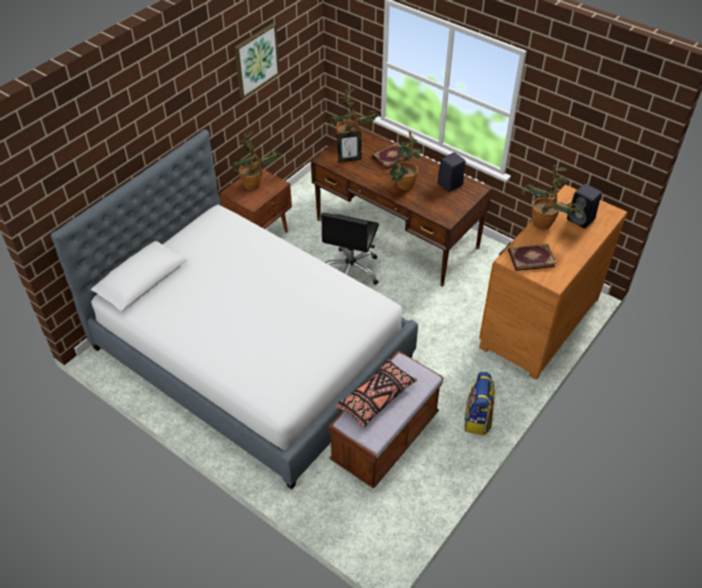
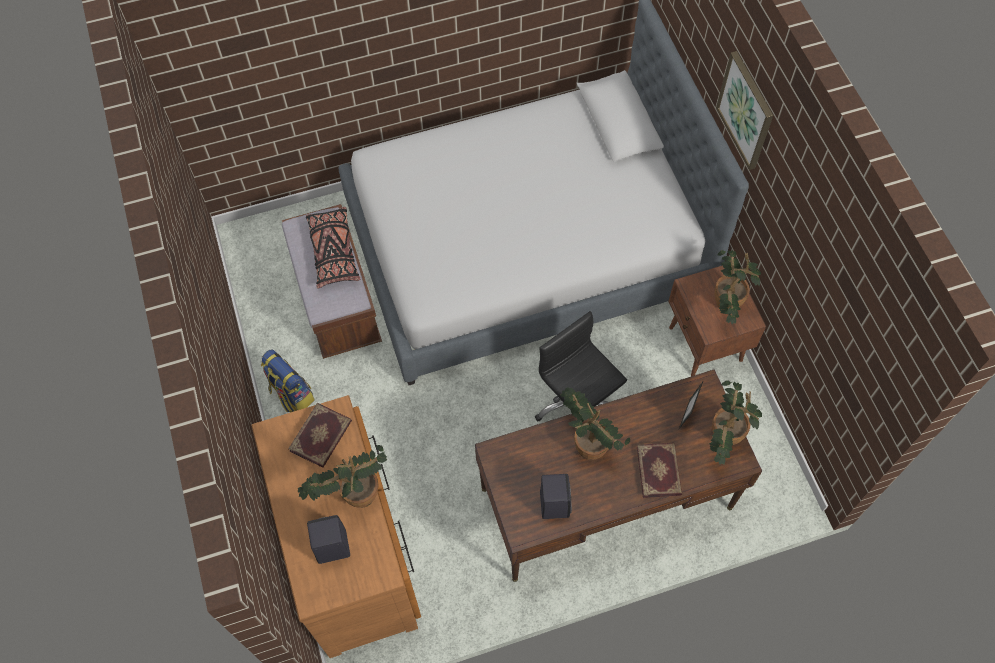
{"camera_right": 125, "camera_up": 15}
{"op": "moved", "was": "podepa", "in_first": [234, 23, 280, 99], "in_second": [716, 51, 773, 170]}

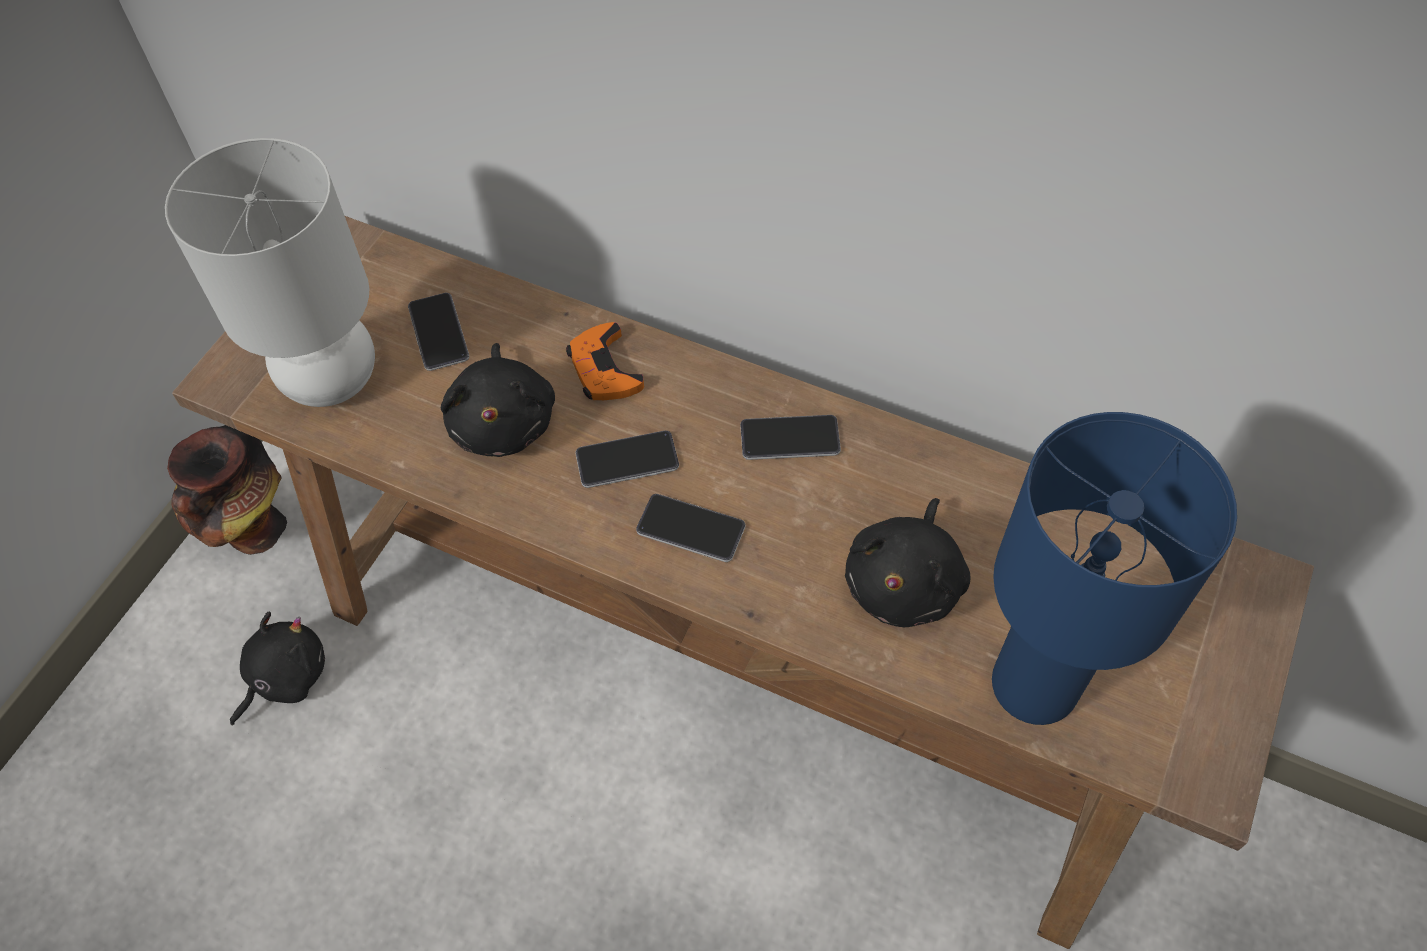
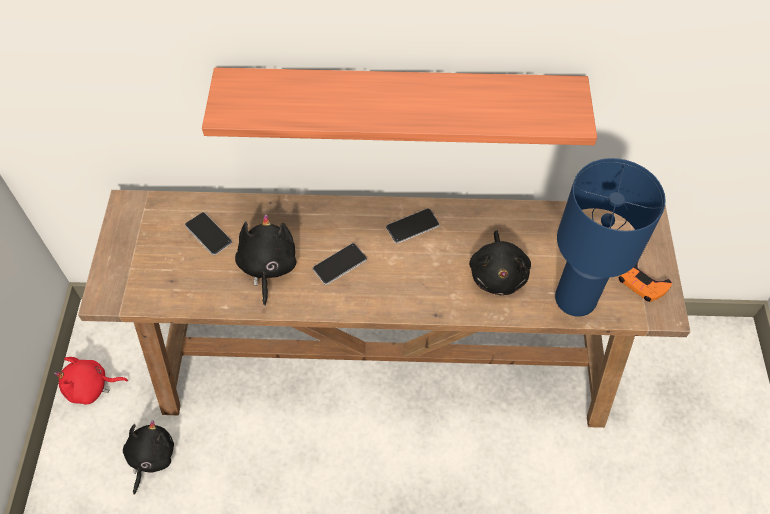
{"camera_right": -25, "camera_up": 0}
{"op": "replaced", "was": "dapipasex", "now": "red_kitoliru", "in_first": [167, 425, 287, 555], "in_second": [54, 357, 128, 405]}
{"op": "added", "now": "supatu", "in_second": [202, 67, 597, 145]}
{"op": "turned", "was": "black_kitoliru", "in_first": [441, 343, 555, 457], "in_second": [235, 214, 297, 306], "clockwise": -150}
{"op": "moved", "was": "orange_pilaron", "in_first": [566, 322, 644, 400], "in_second": [619, 263, 672, 302]}
{"op": "removed", "was": "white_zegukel", "in_first": [165, 138, 375, 407]}
{"op": "removed", "was": "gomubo", "in_first": [636, 494, 746, 562]}

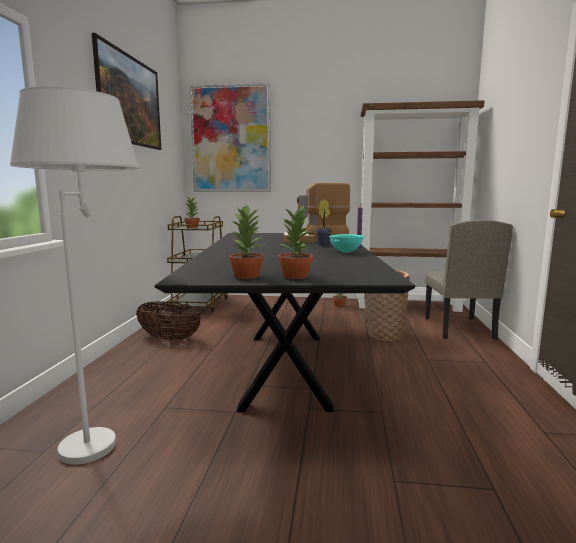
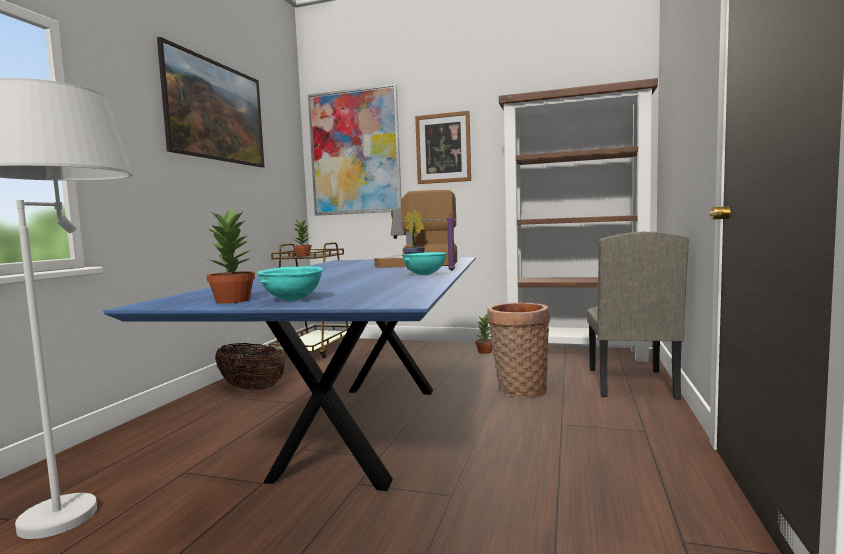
{"camera_right": 10, "camera_up": -5}
{"op": "recoloured", "was": "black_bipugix", "now": "blue_bipugix", "in_first": [155, 233, 415, 412], "in_second": [103, 257, 476, 491]}
{"op": "replaced", "was": "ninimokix", "now": "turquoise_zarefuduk", "in_first": [278, 204, 313, 279], "in_second": [257, 266, 323, 301]}
{"op": "added", "now": "podepa", "in_second": [415, 111, 471, 184]}

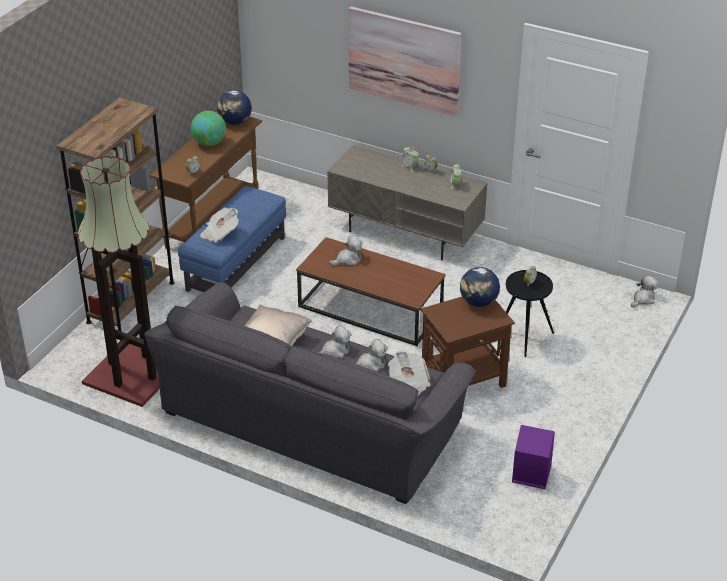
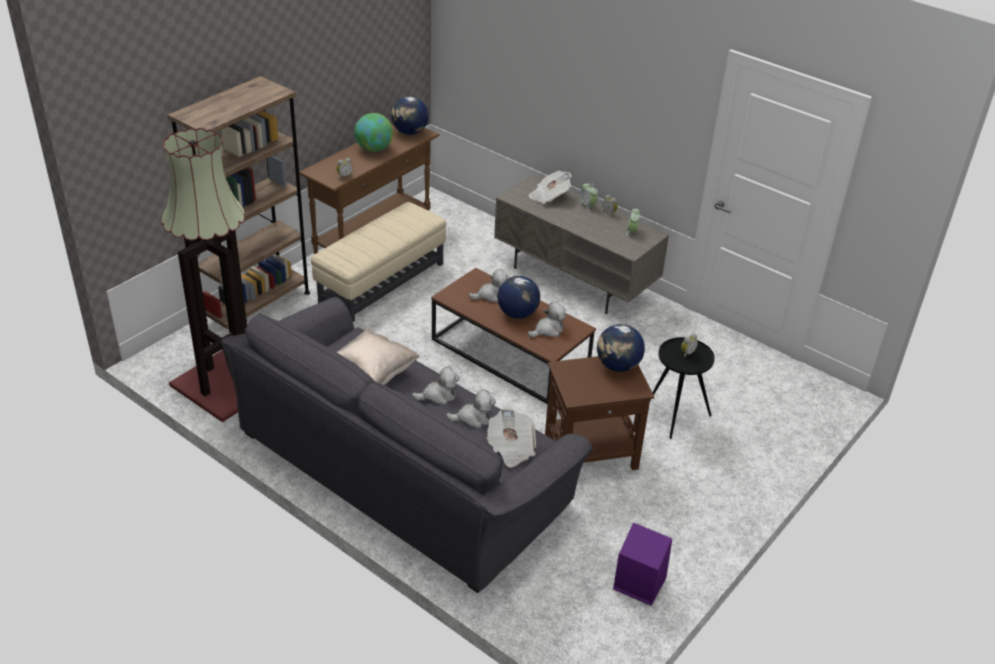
{"camera_right": 10, "camera_up": 0}
{"op": "recoloured", "was": "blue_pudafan", "now": "beige_pudafan", "in_first": [178, 186, 286, 292], "in_second": [311, 202, 446, 322]}
{"op": "added", "now": "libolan", "in_second": [498, 276, 540, 319]}
{"op": "moved", "was": "kitoliru", "in_first": [631, 275, 658, 308], "in_second": [528, 302, 566, 337]}
{"op": "moved", "was": "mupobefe", "in_first": [200, 207, 239, 243], "in_second": [529, 171, 572, 204]}
{"op": "removed", "was": "podepa", "in_first": [349, 6, 462, 116]}

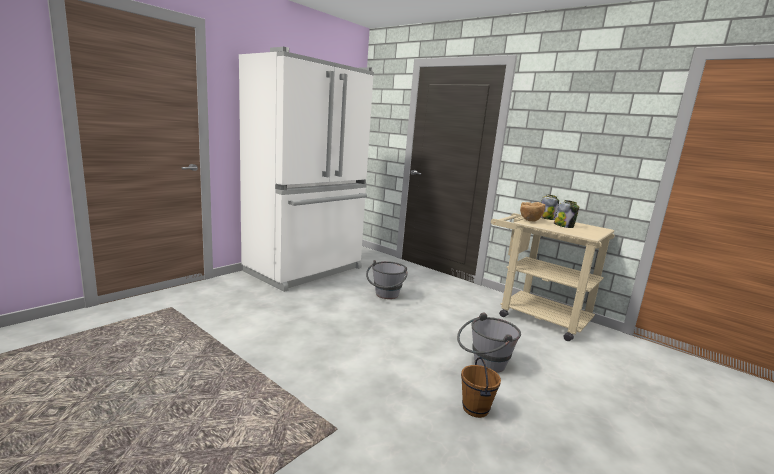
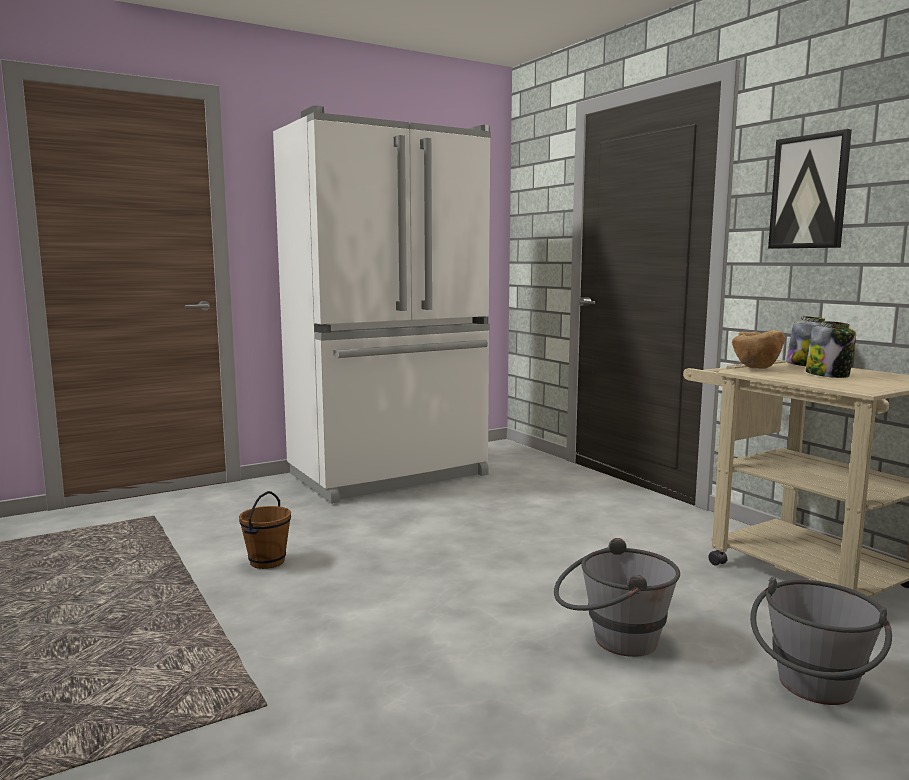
{"camera_right": 20, "camera_up": -5}
{"op": "moved", "was": "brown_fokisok", "in_first": [461, 357, 501, 418], "in_second": [239, 491, 291, 569]}
{"op": "moved", "was": "grey_fokisok", "in_first": [366, 260, 407, 299], "in_second": [750, 577, 892, 705]}
{"op": "added", "now": "podepa", "in_second": [768, 129, 852, 249]}

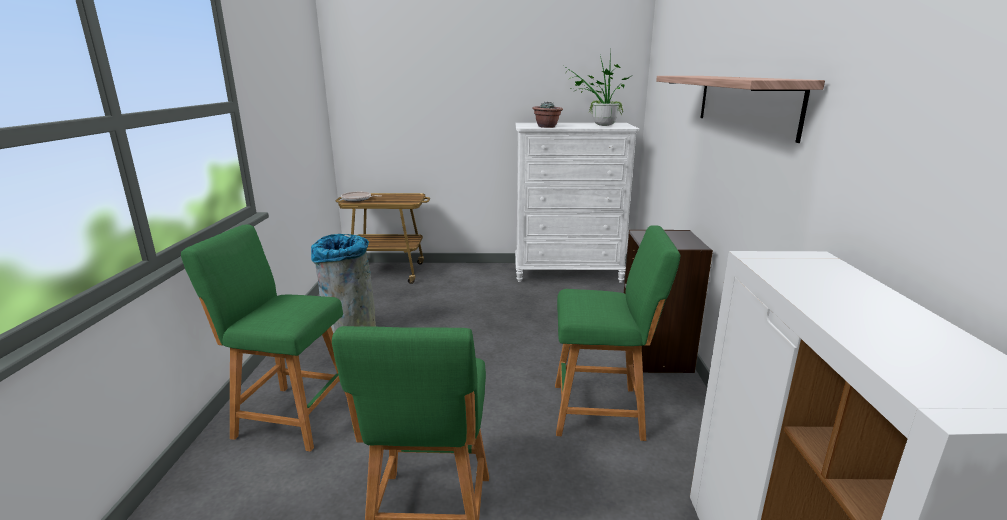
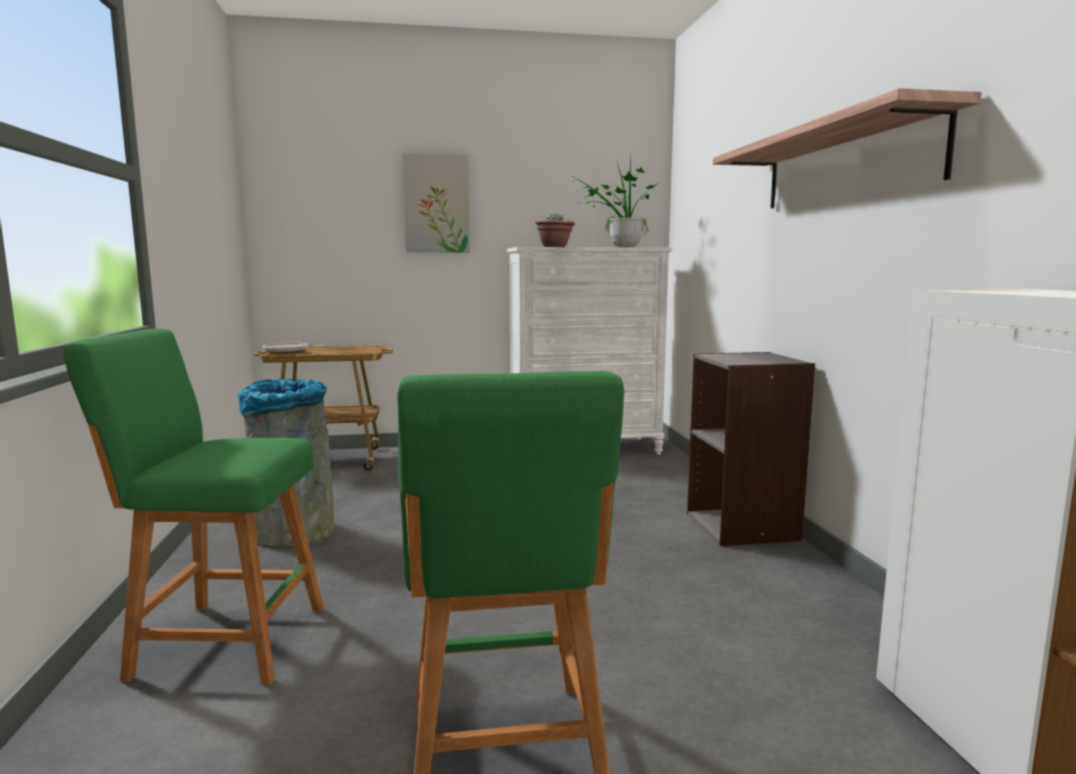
{"camera_right": -10, "camera_up": -10}
{"op": "added", "now": "podepa", "in_second": [403, 153, 470, 253]}
{"op": "removed", "was": "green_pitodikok", "in_first": [555, 225, 680, 441]}

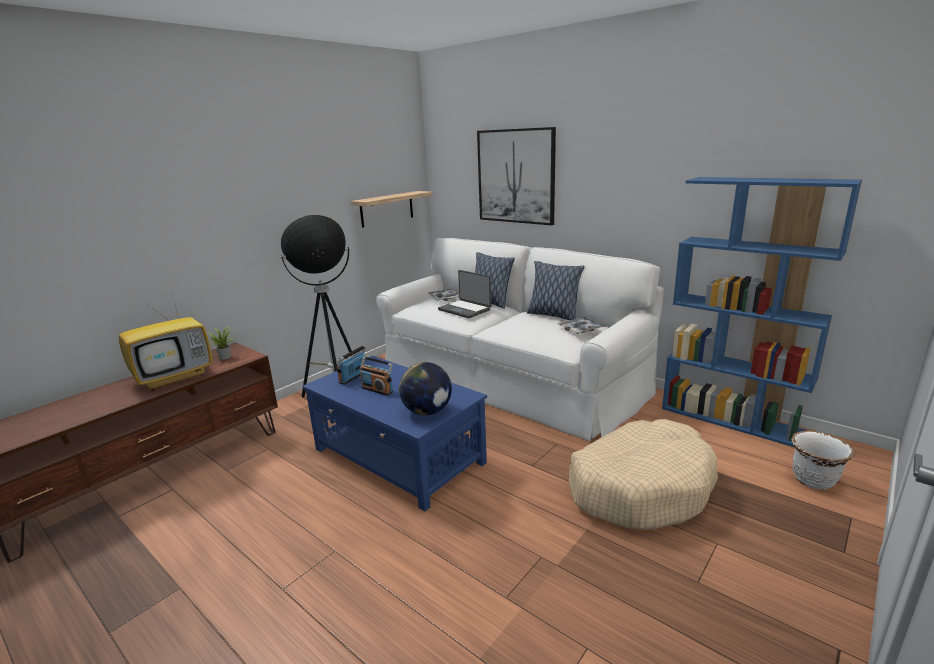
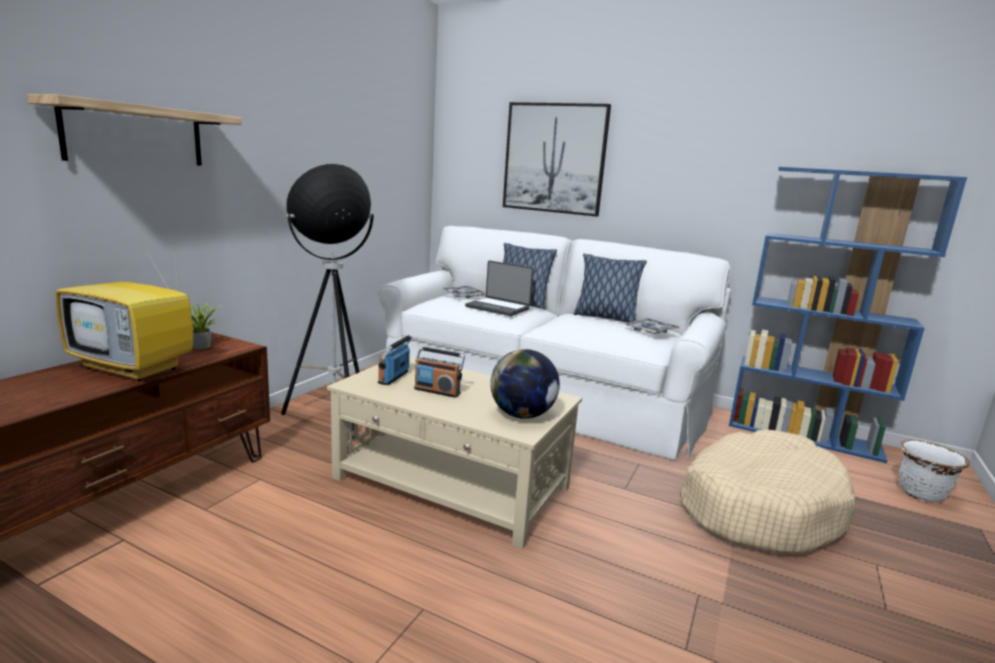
{"camera_right": -15, "camera_up": -5}
{"op": "moved", "was": "supatu", "in_first": [351, 191, 433, 228], "in_second": [27, 94, 242, 166]}
{"op": "turned", "was": "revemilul", "in_first": [119, 286, 212, 390], "in_second": [56, 228, 193, 382], "clockwise": 75}
{"op": "recoloured", "was": "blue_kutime", "now": "beige_kutime", "in_first": [302, 355, 487, 511], "in_second": [327, 356, 582, 549]}

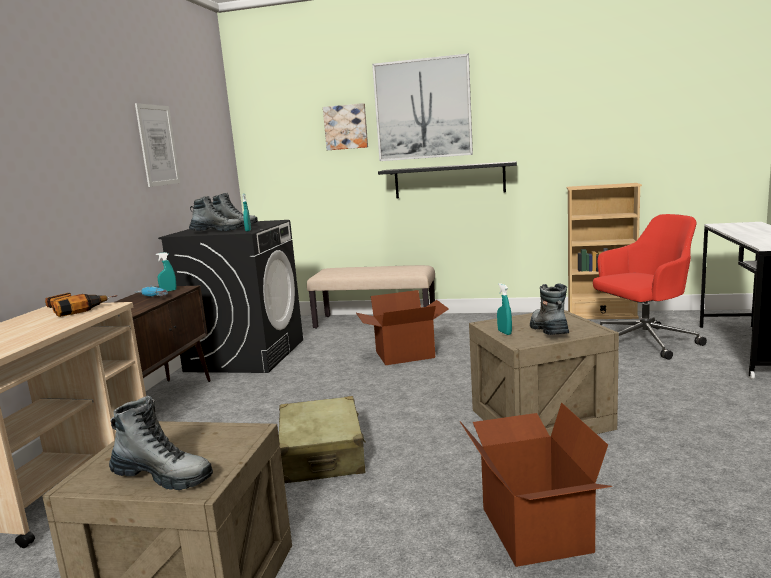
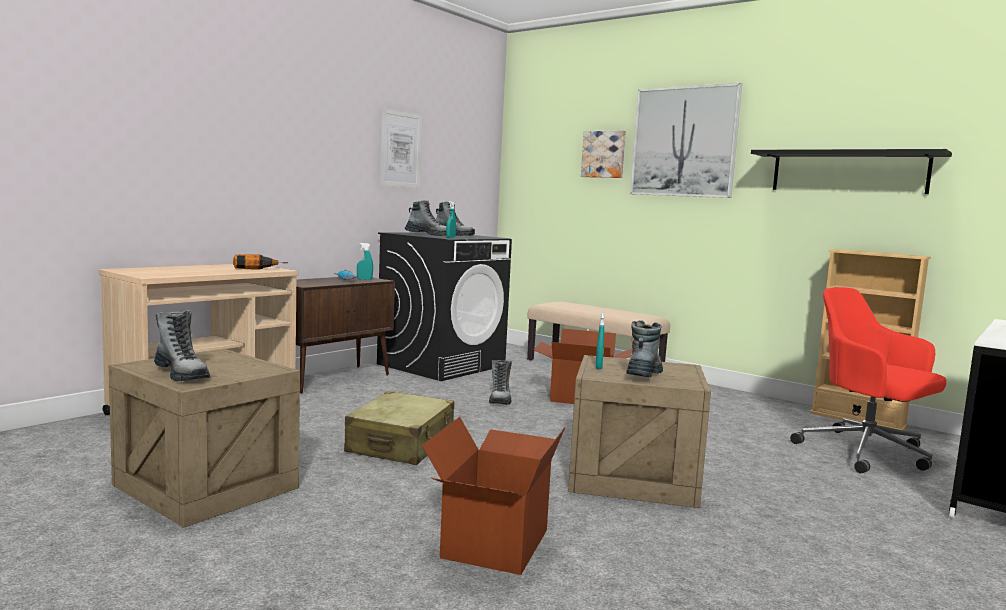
{"camera_right": 25, "camera_up": -5}
{"op": "added", "now": "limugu", "in_second": [489, 360, 512, 405]}
{"op": "moved", "was": "black_supatu", "in_first": [378, 161, 517, 198], "in_second": [751, 149, 952, 194]}
{"op": "turned", "was": "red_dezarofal", "in_first": [593, 214, 707, 360], "in_second": [790, 287, 946, 473], "clockwise": -135}

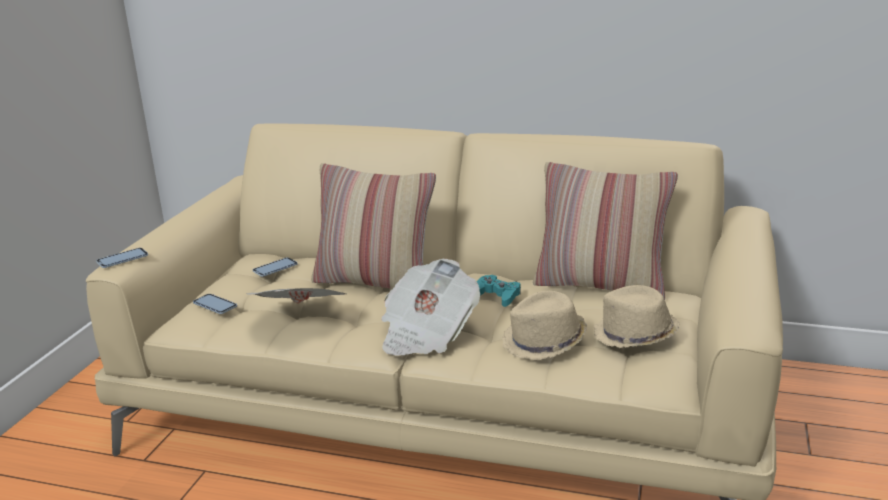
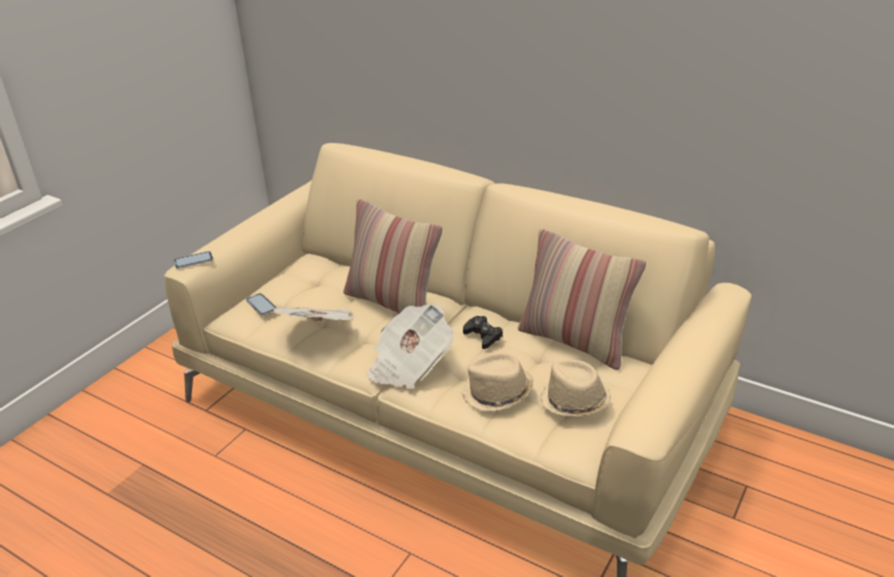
{"camera_right": 15, "camera_up": 10}
{"op": "recoloured", "was": "turquoise_pilaron", "now": "black_pilaron", "in_first": [477, 275, 521, 307], "in_second": [463, 316, 503, 349]}
{"op": "removed", "was": "gomubo", "in_first": [253, 257, 297, 277]}

